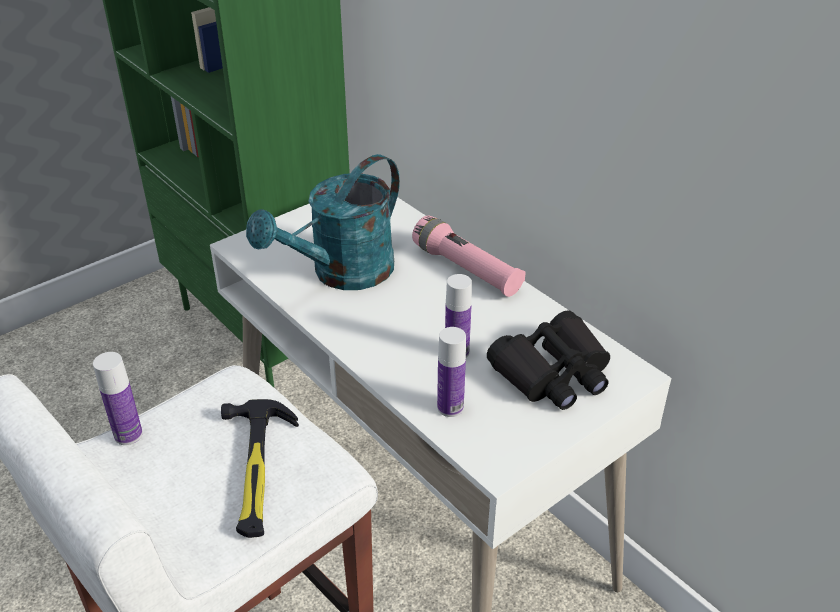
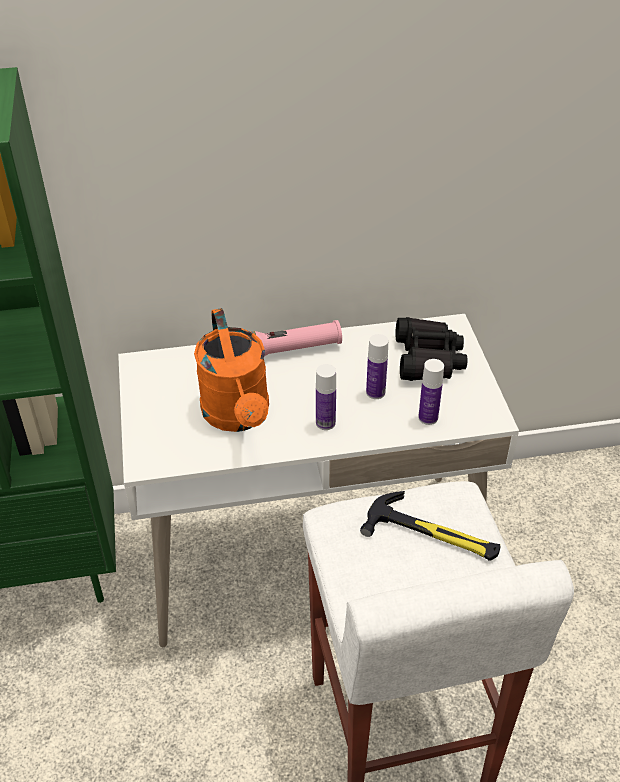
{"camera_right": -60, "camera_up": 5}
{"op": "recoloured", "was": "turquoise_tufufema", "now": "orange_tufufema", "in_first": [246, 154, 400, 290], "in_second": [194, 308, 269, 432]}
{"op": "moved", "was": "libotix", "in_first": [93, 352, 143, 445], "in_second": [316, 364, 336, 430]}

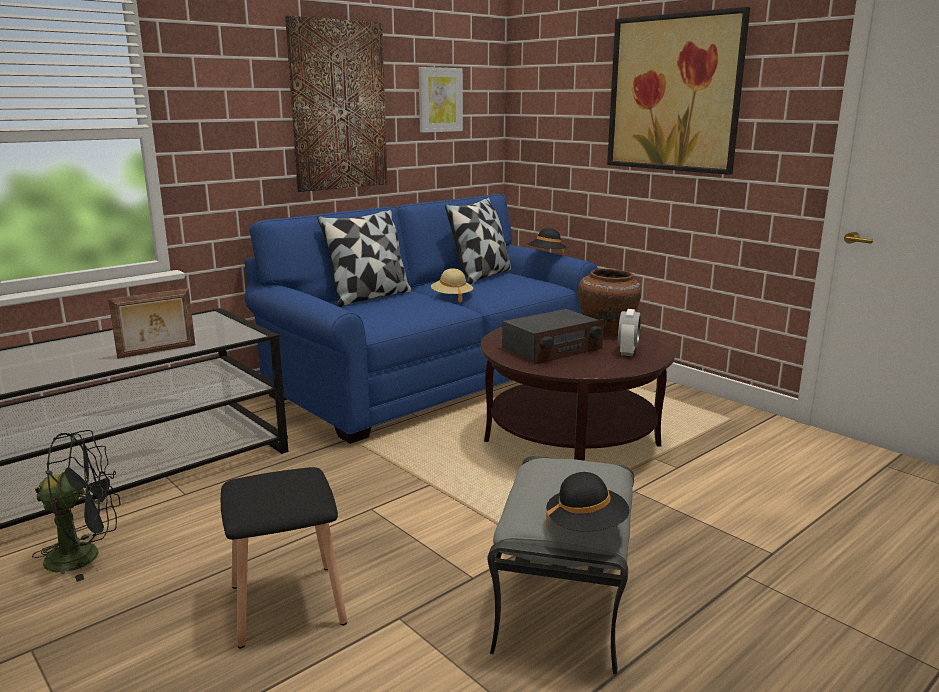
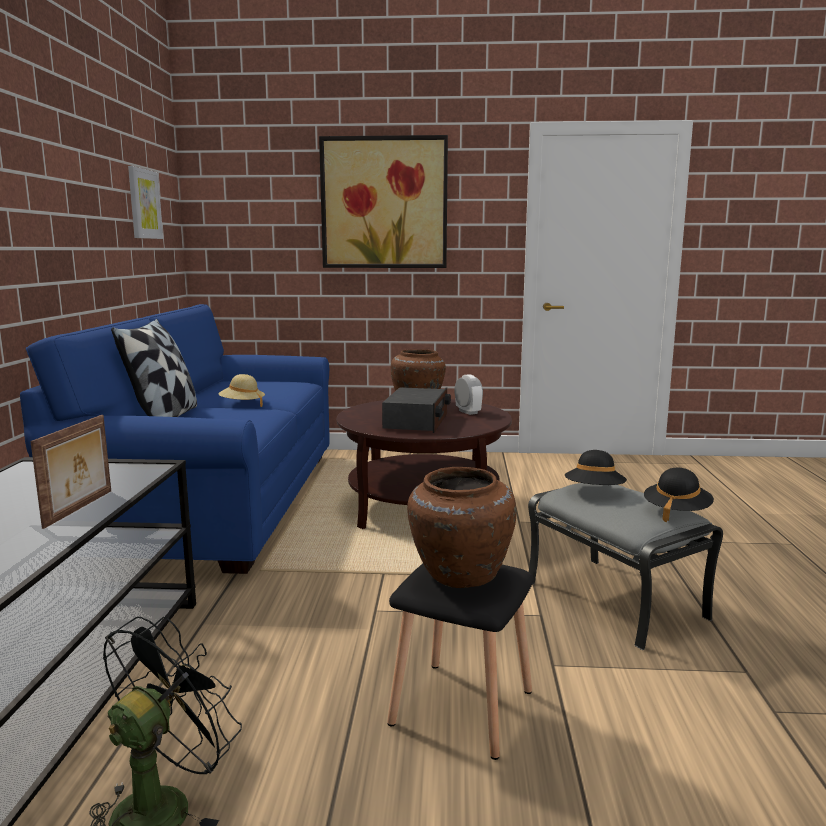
{"camera_right": -45, "camera_up": -5}
{"op": "added", "now": "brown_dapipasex", "in_second": [407, 467, 516, 588]}
{"op": "moved", "was": "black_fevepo", "in_first": [528, 228, 566, 254], "in_second": [565, 450, 627, 485]}
{"op": "removed", "was": "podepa", "in_first": [285, 16, 388, 192]}
{"op": "removed", "was": "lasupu", "in_first": [445, 197, 511, 284]}

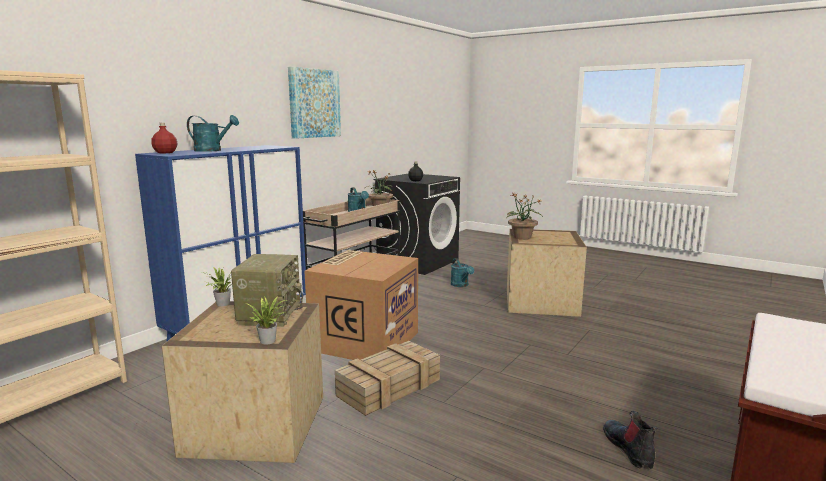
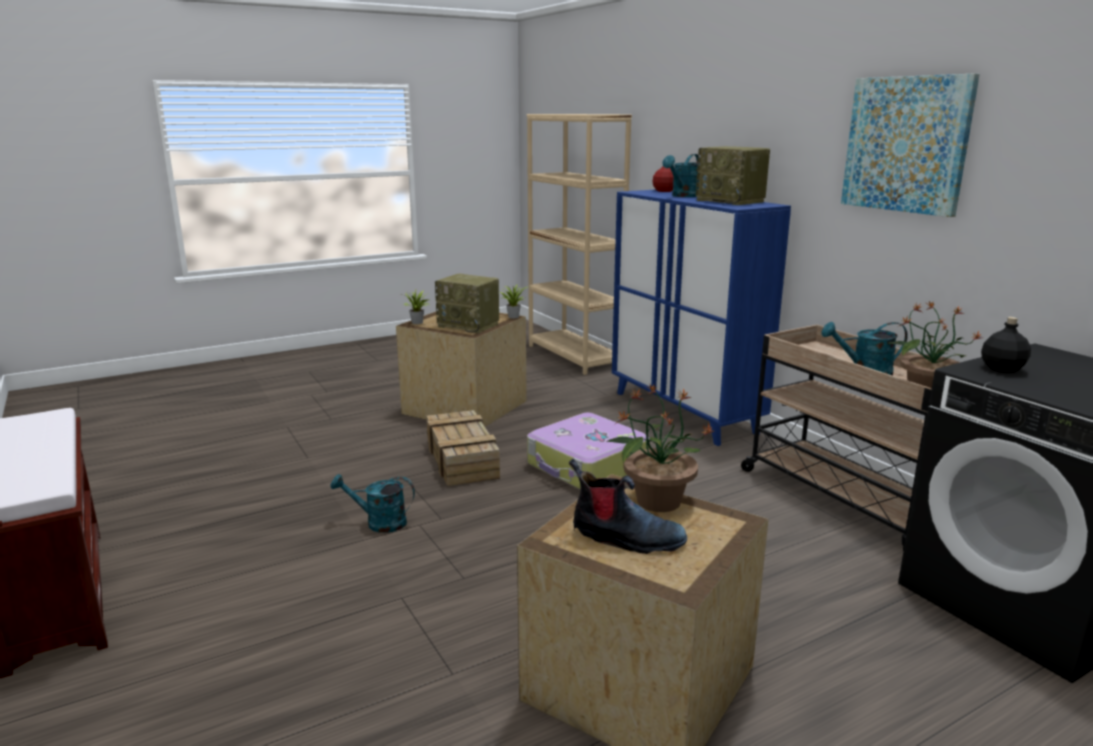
{"camera_right": 115, "camera_up": 5}
{"op": "moved", "was": "turquoise_tufufema", "in_first": [451, 258, 474, 287], "in_second": [330, 474, 415, 533]}
{"op": "replaced", "was": "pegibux", "now": "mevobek", "in_first": [304, 250, 418, 360], "in_second": [527, 413, 650, 490]}
{"op": "moved", "was": "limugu", "in_first": [603, 411, 658, 469], "in_second": [569, 459, 687, 554]}
{"op": "added", "now": "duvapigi", "in_second": [696, 146, 770, 205]}

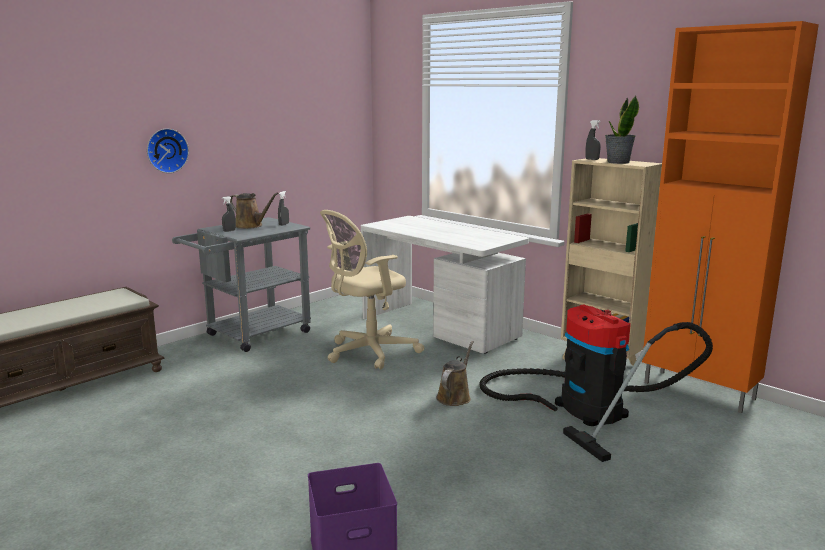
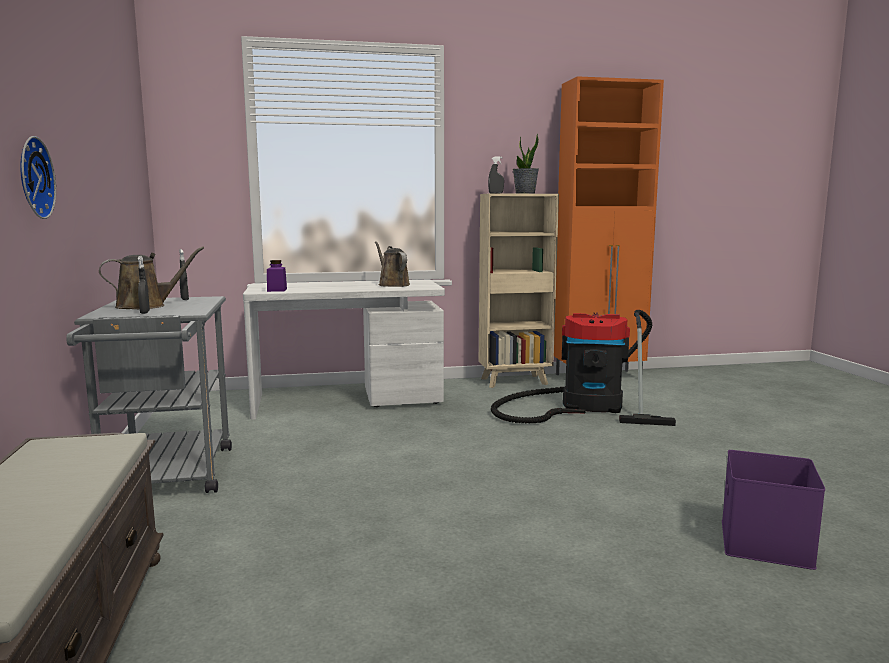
{"camera_right": -55, "camera_up": -5}
{"op": "added", "now": "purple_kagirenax", "in_second": [267, 260, 287, 292]}
{"op": "moved", "was": "brown_tufufema", "in_first": [436, 341, 474, 406], "in_second": [375, 241, 410, 287]}
{"op": "removed", "was": "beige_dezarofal", "in_first": [320, 210, 424, 370]}

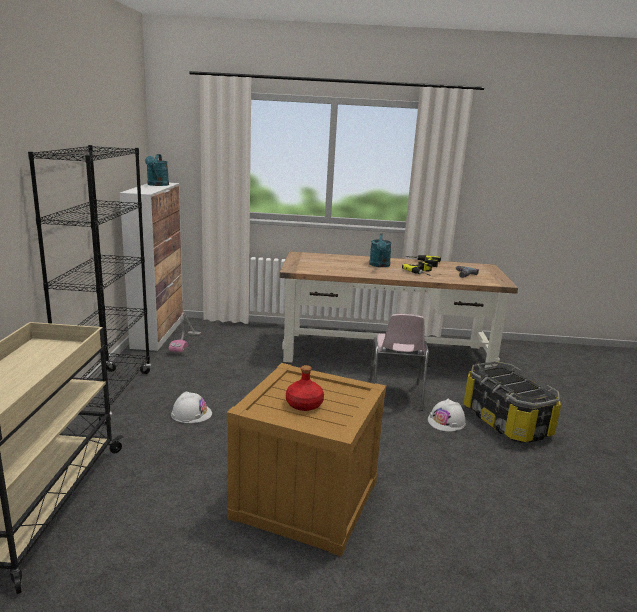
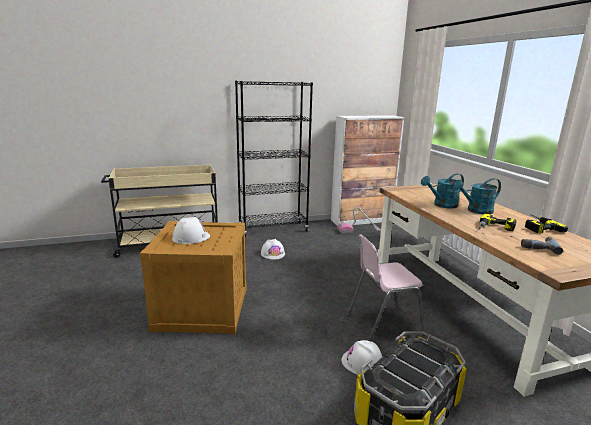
{"camera_right": 70, "camera_up": 0}
{"op": "replaced", "was": "red_libotix", "now": "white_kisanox", "in_first": [286, 365, 324, 411], "in_second": [172, 217, 210, 244]}
{"op": "moved", "was": "turquoise_tufufema", "in_first": [145, 154, 169, 186], "in_second": [421, 173, 464, 208]}

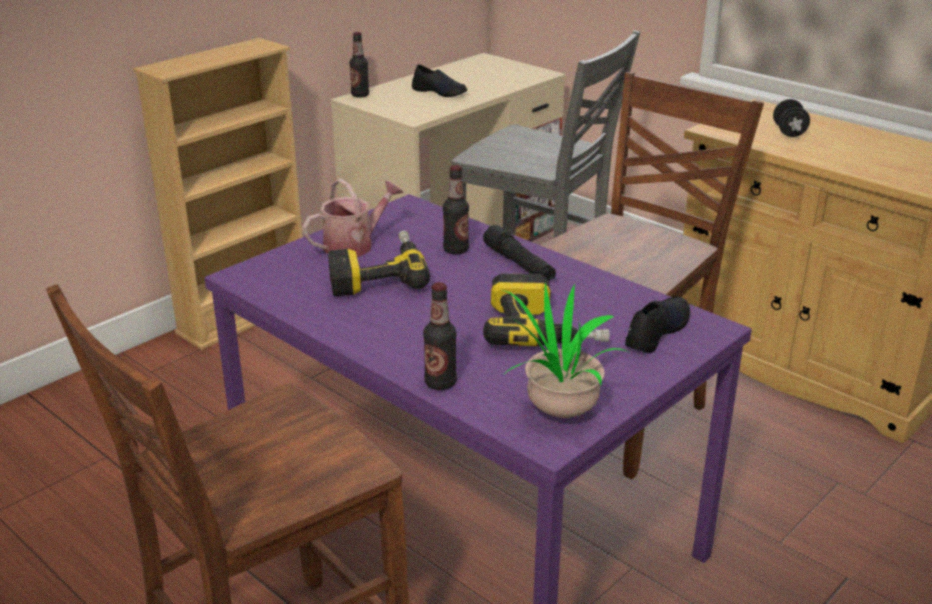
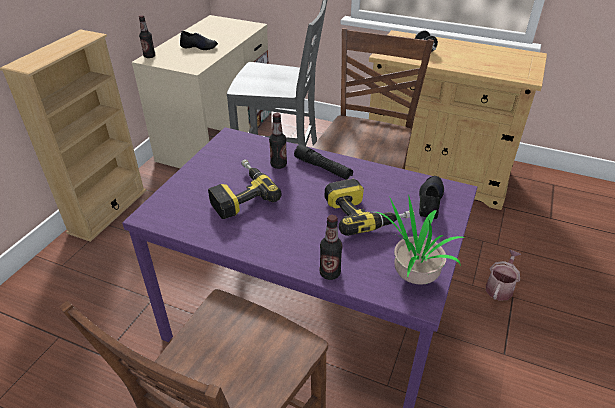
{"camera_right": -20, "camera_up": 10}
{"op": "moved", "was": "tufufema", "in_first": [302, 178, 404, 257], "in_second": [486, 250, 521, 301]}

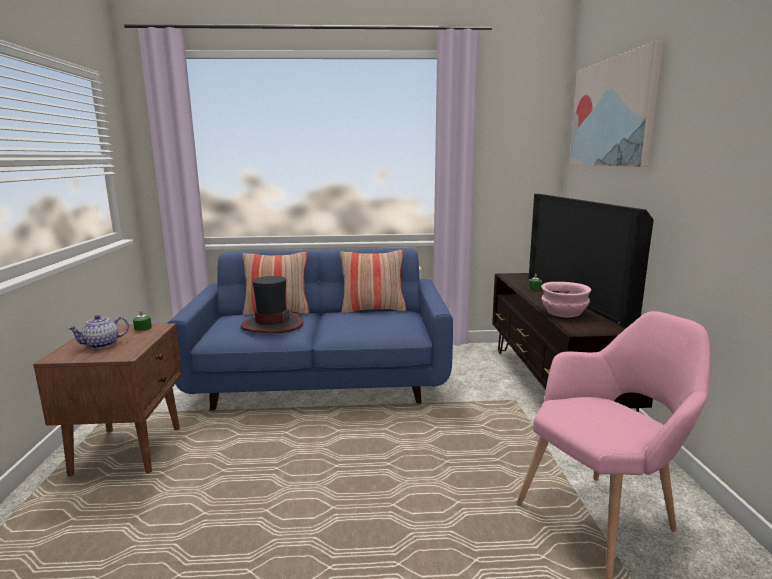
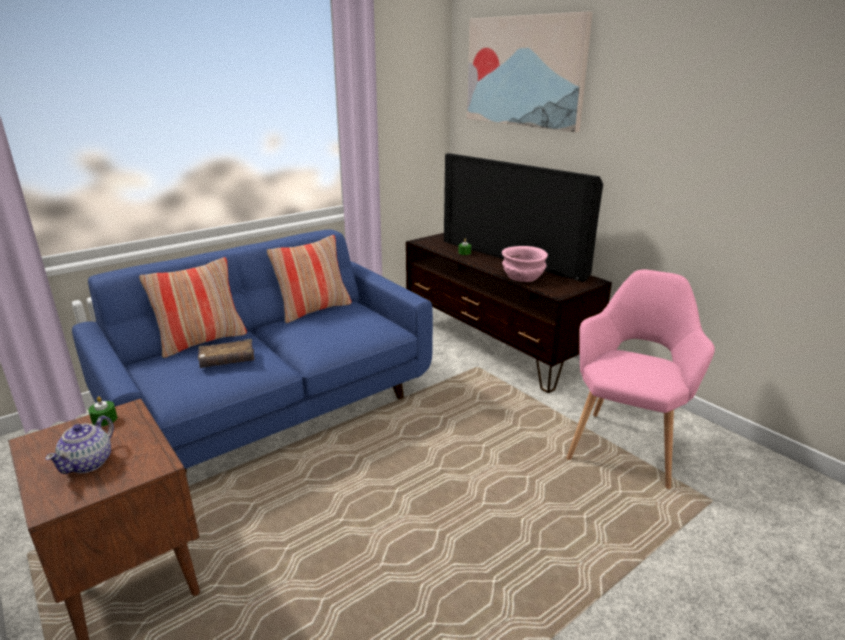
{"camera_right": -35, "camera_up": 10}
{"op": "replaced", "was": "fevepo", "now": "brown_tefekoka", "in_first": [241, 276, 303, 333], "in_second": [198, 339, 254, 368]}

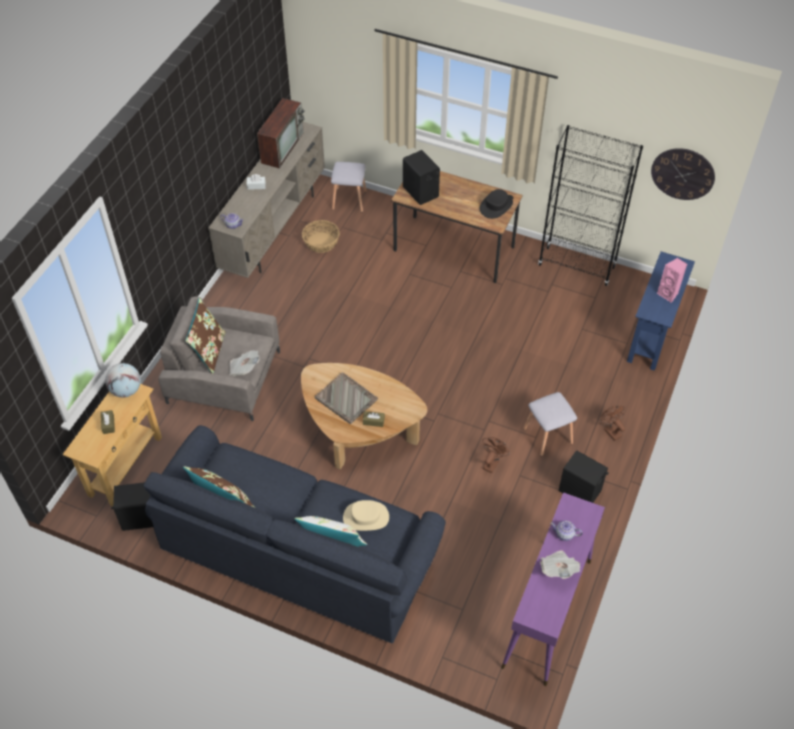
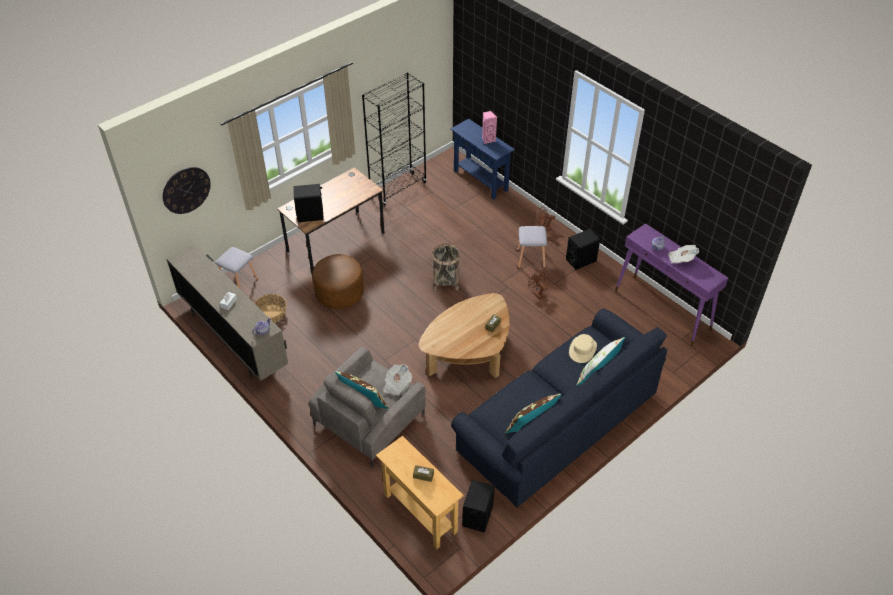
{"camera_right": -65, "camera_up": -5}
{"op": "moved", "was": "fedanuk", "in_first": [651, 148, 715, 200], "in_second": [163, 167, 211, 214]}
{"op": "added", "now": "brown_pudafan", "in_second": [312, 254, 364, 309]}
{"op": "added", "now": "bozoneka", "in_second": [432, 243, 460, 290]}
{"op": "removed", "was": "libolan", "in_first": [105, 363, 141, 397]}
{"op": "removed", "was": "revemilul", "in_first": [257, 98, 305, 169]}
{"op": "removed", "was": "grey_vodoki", "in_first": [314, 372, 378, 424]}
{"op": "removed", "was": "black_fevepo", "in_first": [480, 189, 513, 219]}

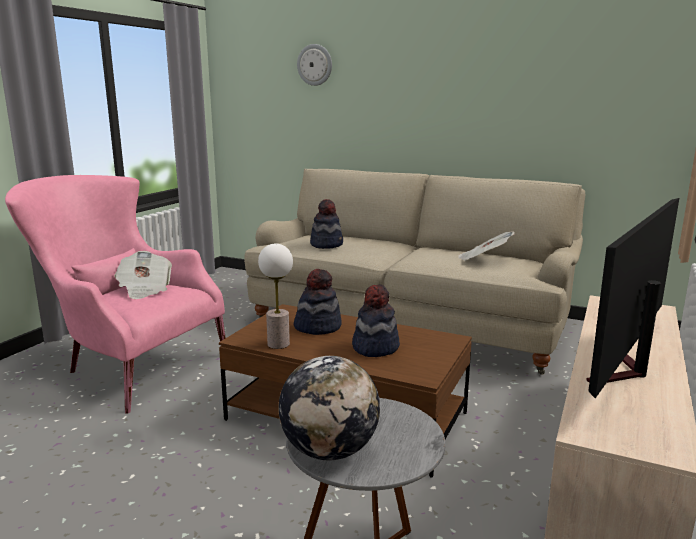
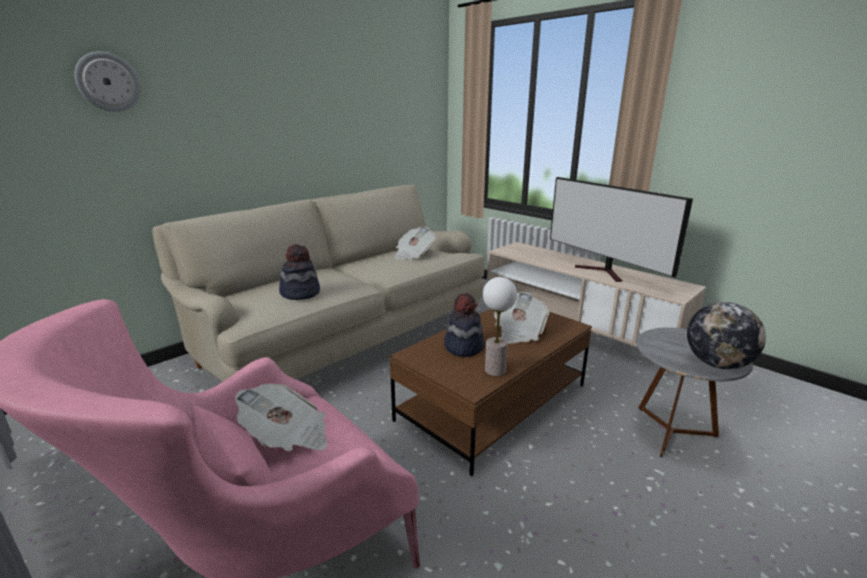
{"camera_right": -70, "camera_up": 5}
{"op": "replaced", "was": "fevepo", "now": "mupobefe", "in_first": [352, 284, 400, 357], "in_second": [494, 292, 550, 344]}

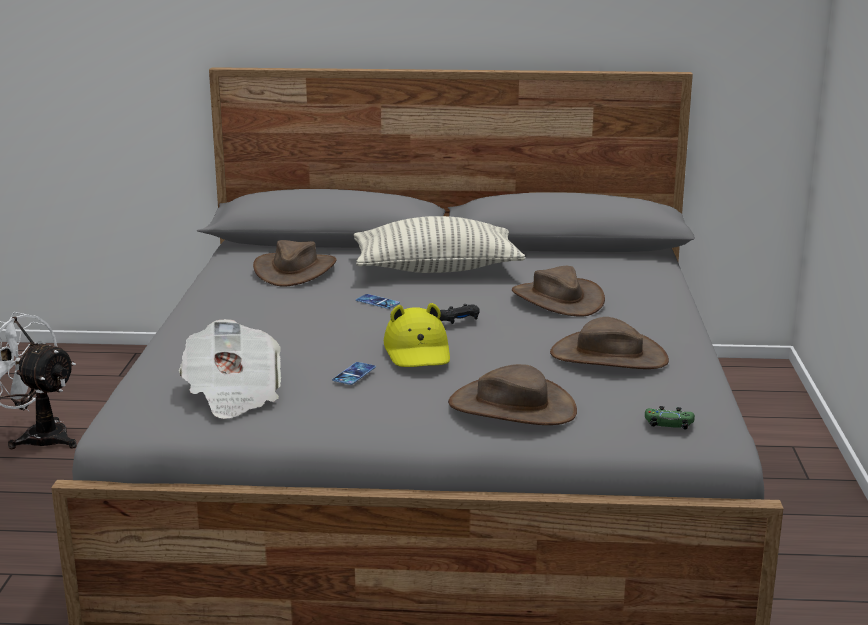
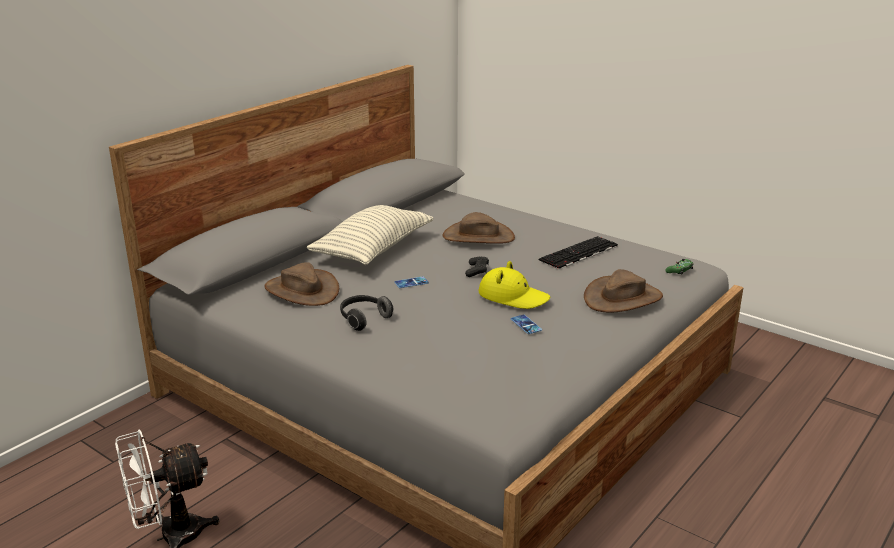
{"camera_right": -55, "camera_up": 5}
{"op": "added", "now": "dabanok", "in_second": [340, 295, 393, 331]}
{"op": "replaced", "was": "brown_fevepo", "now": "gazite", "in_first": [550, 317, 669, 369], "in_second": [539, 236, 618, 269]}
{"op": "removed", "was": "mupobefe", "in_first": [179, 319, 281, 419]}

